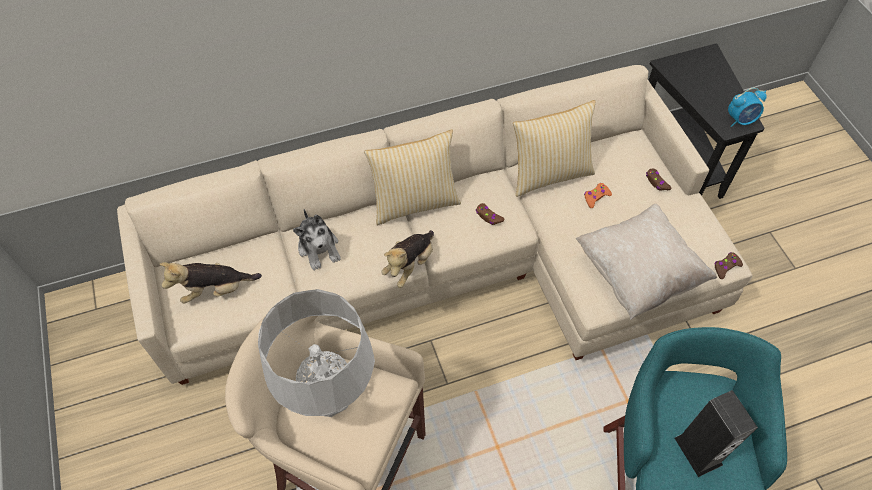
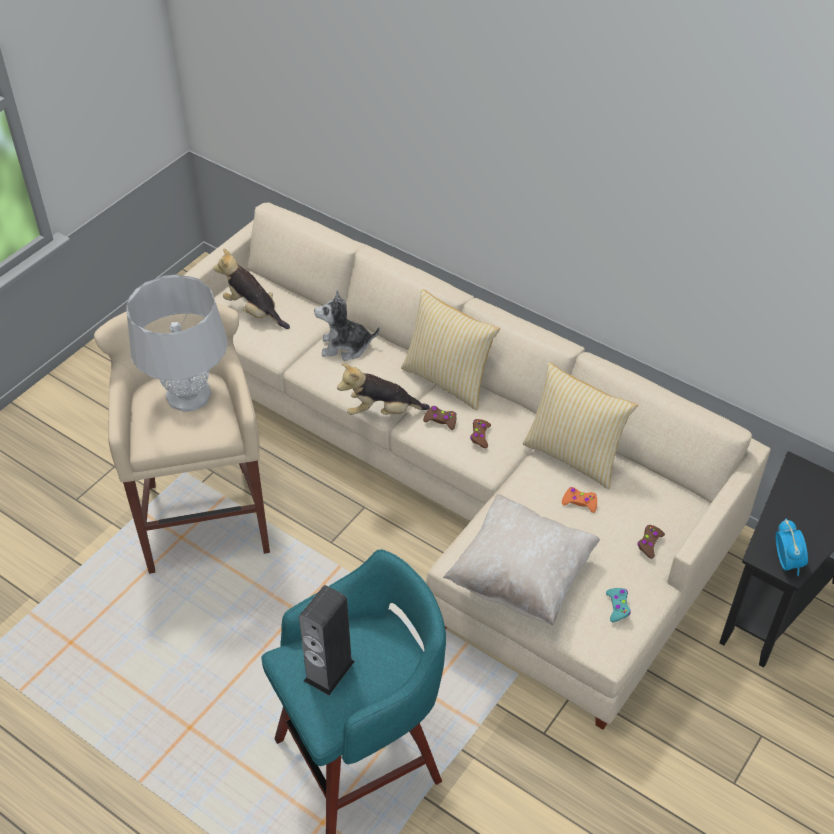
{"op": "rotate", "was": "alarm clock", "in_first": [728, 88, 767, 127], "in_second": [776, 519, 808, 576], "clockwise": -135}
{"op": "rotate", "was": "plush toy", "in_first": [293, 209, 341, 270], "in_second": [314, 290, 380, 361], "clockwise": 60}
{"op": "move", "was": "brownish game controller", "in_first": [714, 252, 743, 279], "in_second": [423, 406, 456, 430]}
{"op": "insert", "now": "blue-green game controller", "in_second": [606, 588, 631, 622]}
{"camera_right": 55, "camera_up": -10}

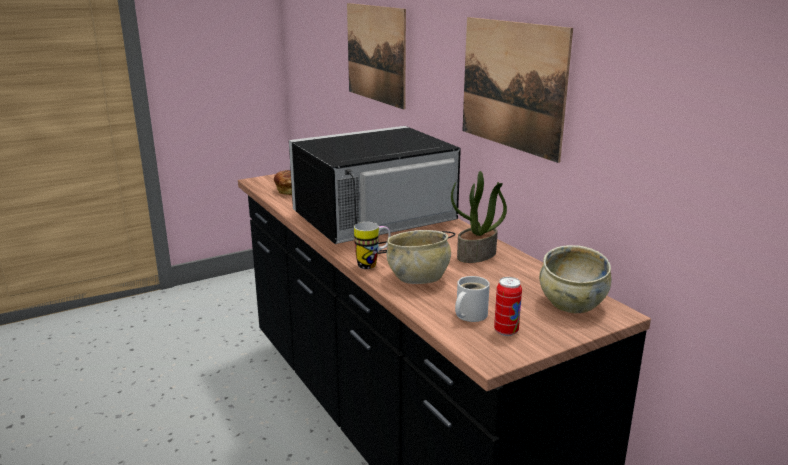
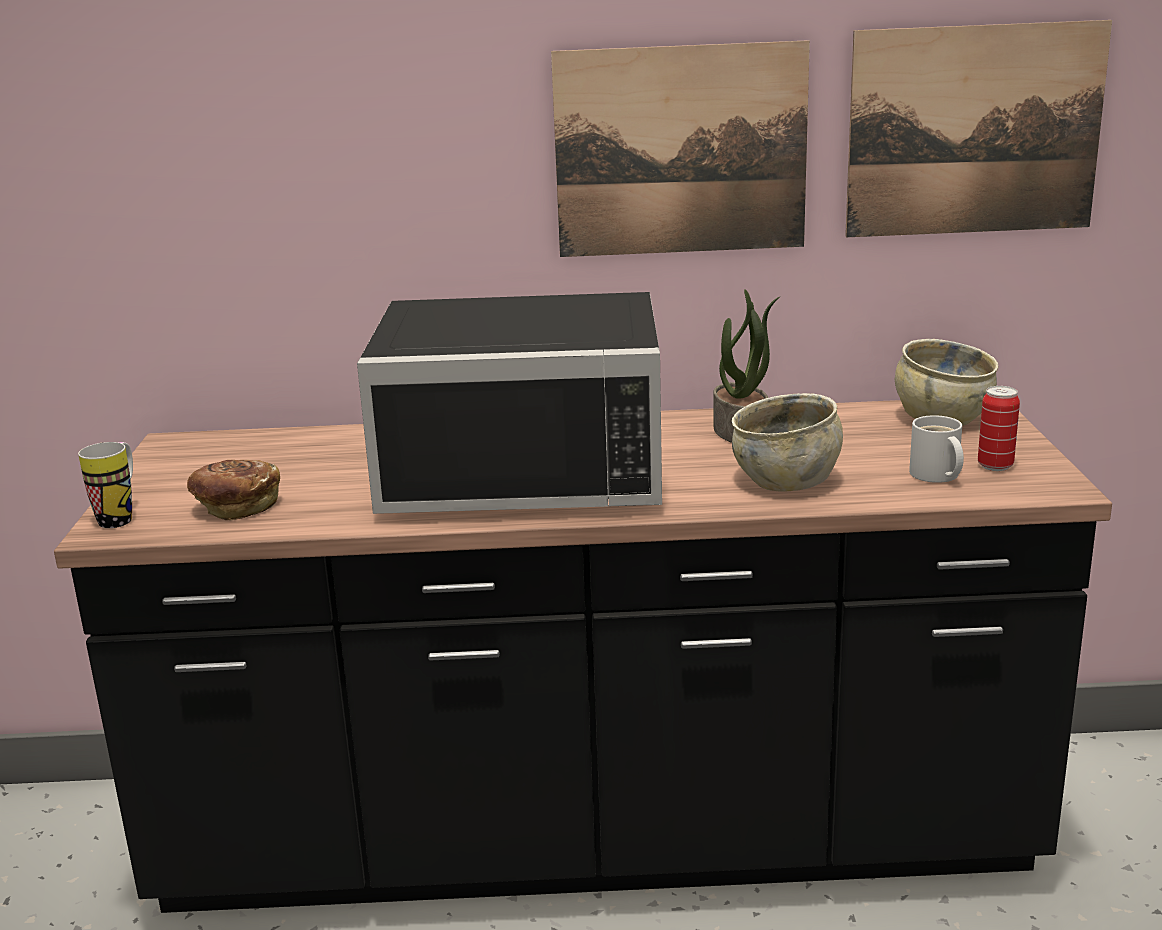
{"op": "move", "was": "picture", "in_first": [347, 3, 406, 110], "in_second": [845, 20, 1112, 237]}
{"op": "rotate", "was": "black microwave oven", "in_first": [289, 126, 461, 254], "in_second": [357, 292, 662, 514], "clockwise": -90}
{"op": "move", "was": "coffee mug", "in_first": [354, 222, 391, 269], "in_second": [78, 442, 133, 528]}
{"camera_right": -60, "camera_up": 0}

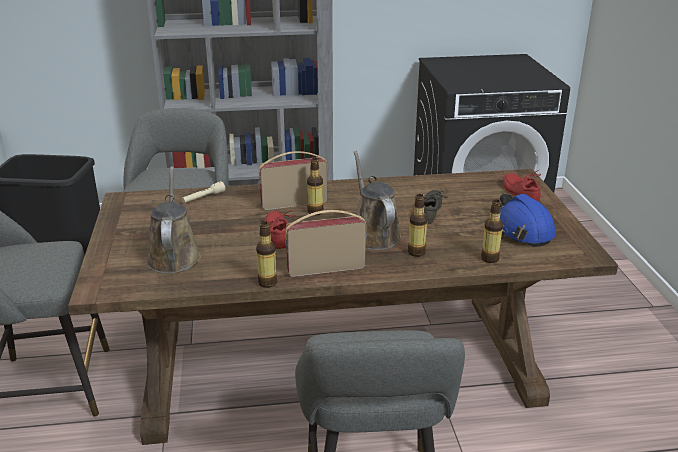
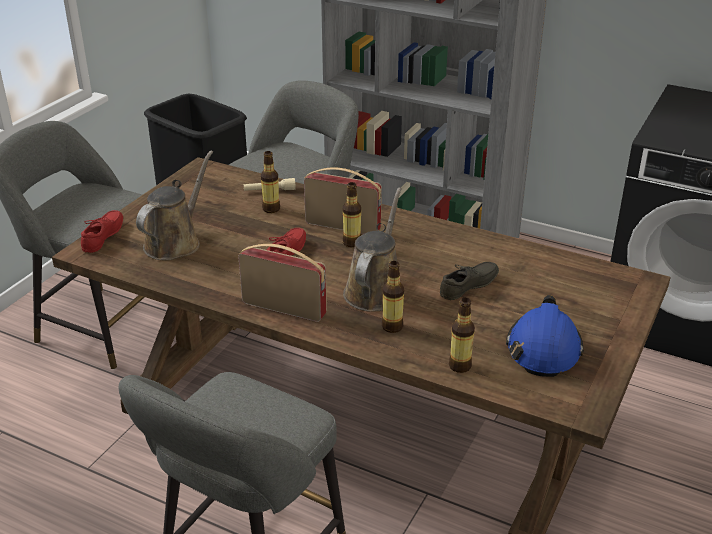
{"op": "move", "was": "reddish item of footwear", "in_first": [503, 170, 541, 202], "in_second": [81, 210, 123, 253]}
{"op": "move", "was": "bottle", "in_first": [256, 221, 277, 288], "in_second": [261, 151, 280, 213]}
{"camera_right": 35, "camera_up": 5}

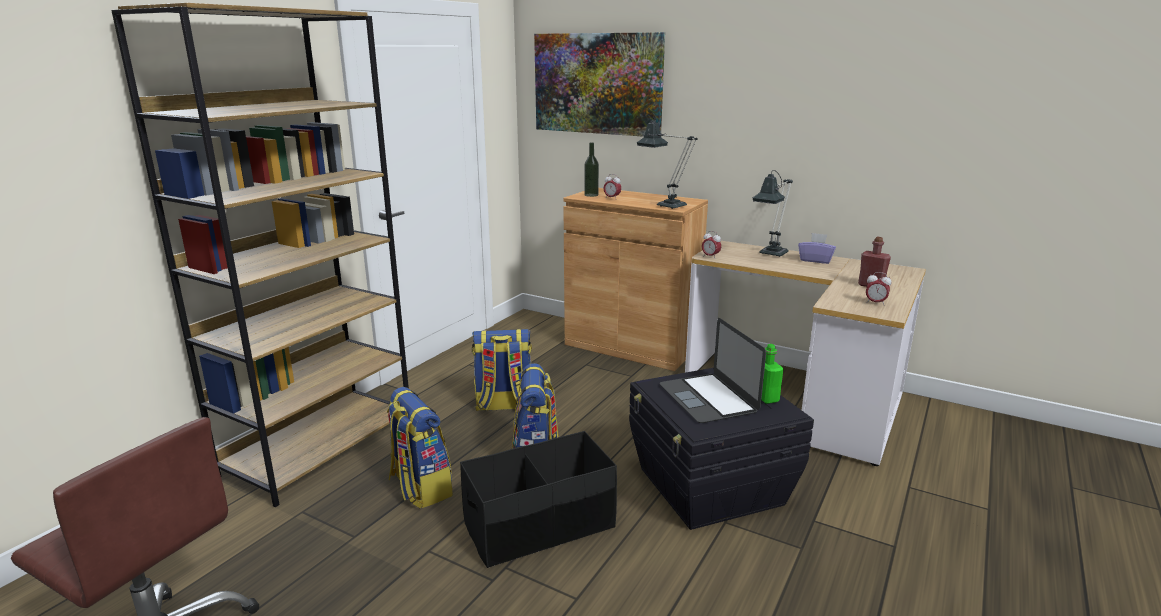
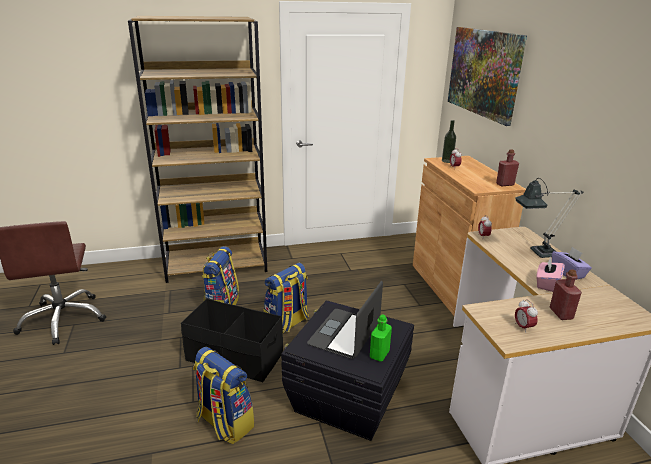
{"op": "delete", "was": "tabletop lamp", "in_first": [637, 117, 698, 209]}
{"op": "move", "was": "backpack", "in_first": [472, 329, 532, 411], "in_second": [193, 347, 254, 444]}
{"op": "insert", "now": "reddish bottle", "in_second": [496, 149, 519, 186]}
{"op": "insert", "now": "pinkish tissue box", "in_second": [536, 257, 564, 292]}
{"camera_right": 45, "camera_up": 5}

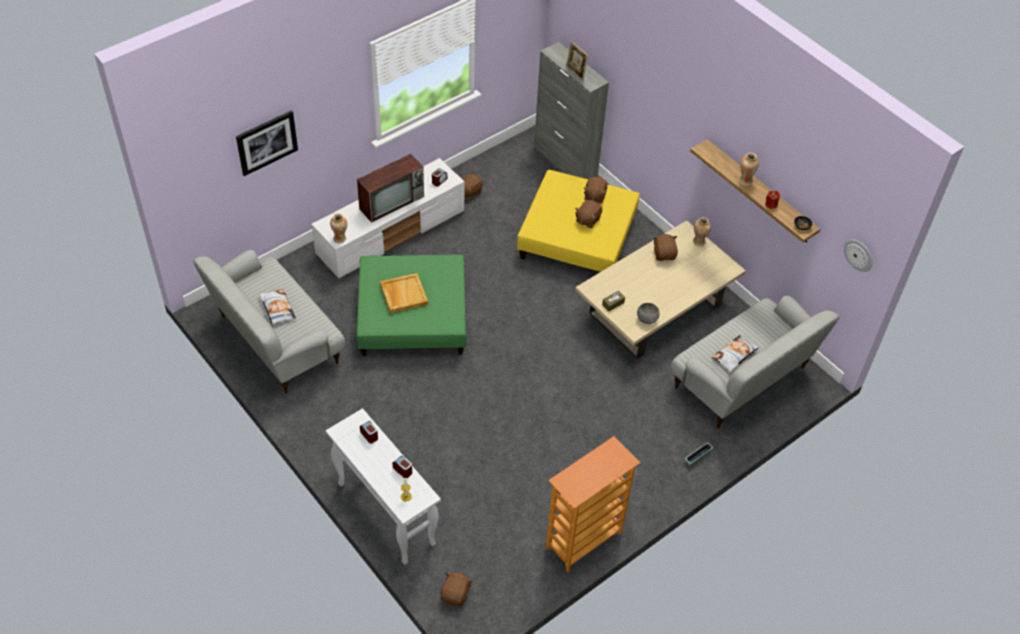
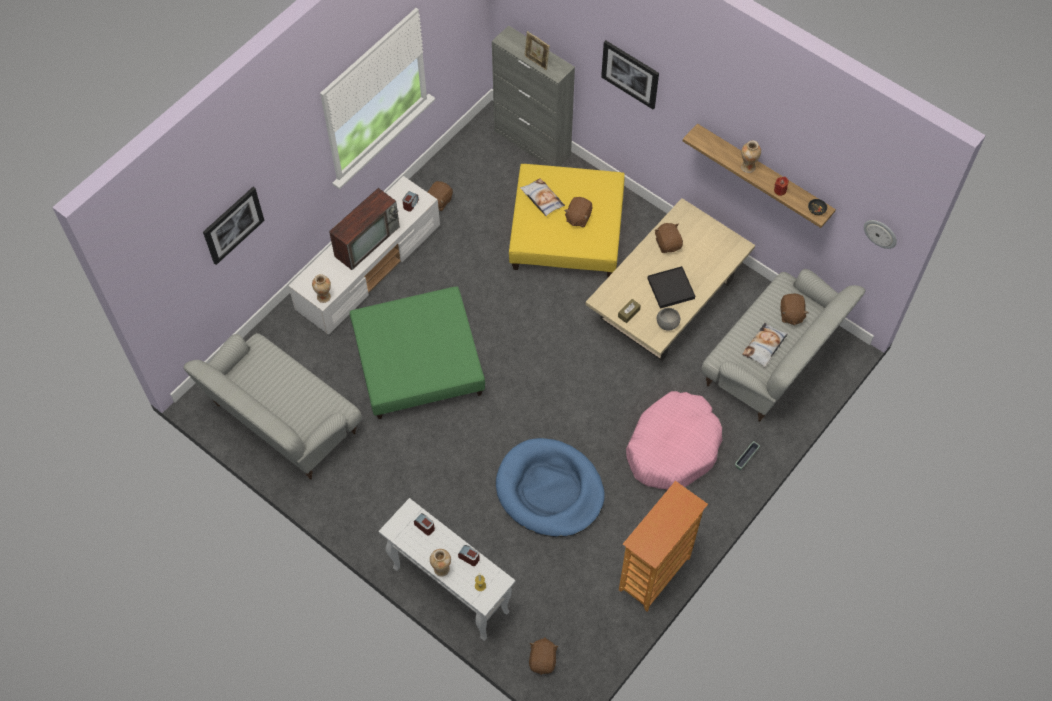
{"op": "move", "was": "brownish plush toy", "in_first": [583, 177, 607, 204], "in_second": [781, 293, 808, 325]}
{"op": "move", "was": "vase", "in_first": [693, 217, 711, 246], "in_second": [430, 549, 451, 576]}
{"op": "delete", "was": "beige carrying tray", "in_first": [380, 273, 428, 314]}
{"op": "move", "was": "pillow", "in_first": [259, 289, 296, 325], "in_second": [520, 178, 565, 216]}
{"op": "insert", "now": "picture", "in_second": [601, 40, 659, 109]}
{"op": "insert", "now": "black carrying tray", "in_second": [647, 266, 695, 309]}
{"op": "insert", "now": "pinkish dog bed", "in_second": [626, 391, 722, 490]}
{"op": "insert", "now": "blue dog bed", "in_second": [496, 438, 605, 537]}
{"camera_right": -10, "camera_up": 10}

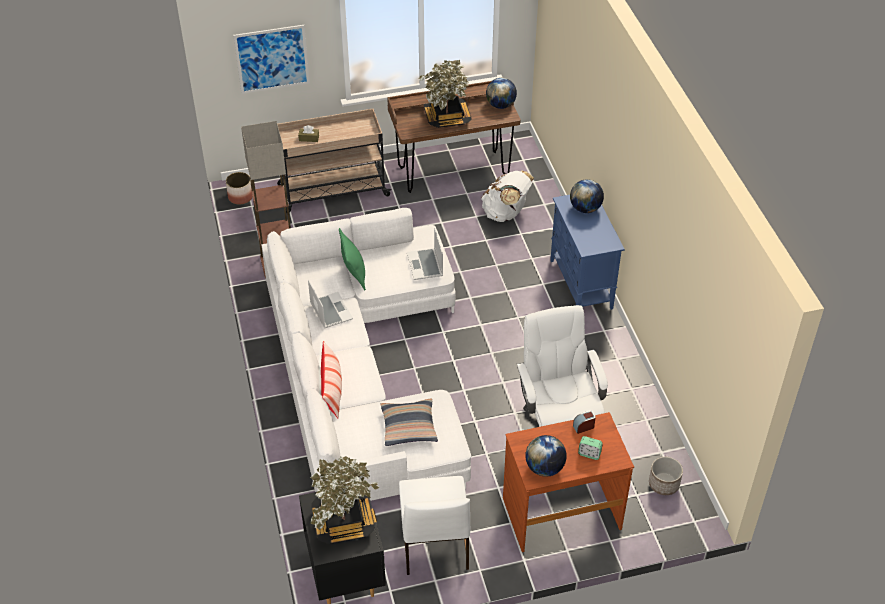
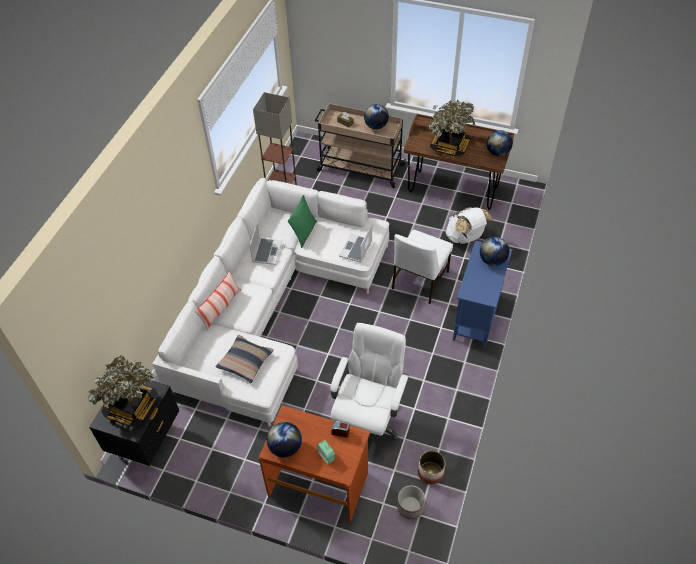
{"op": "delete", "was": "picture", "in_first": [233, 25, 310, 94]}
{"op": "move", "was": "plant pot", "in_first": [226, 172, 253, 204], "in_second": [418, 451, 445, 485]}
{"op": "move", "was": "whitish plain chair", "in_first": [399, 476, 470, 575], "in_second": [392, 230, 453, 304]}
{"op": "insert", "now": "globe", "in_second": [364, 104, 389, 129]}
{"camera_right": 35, "camera_up": 5}

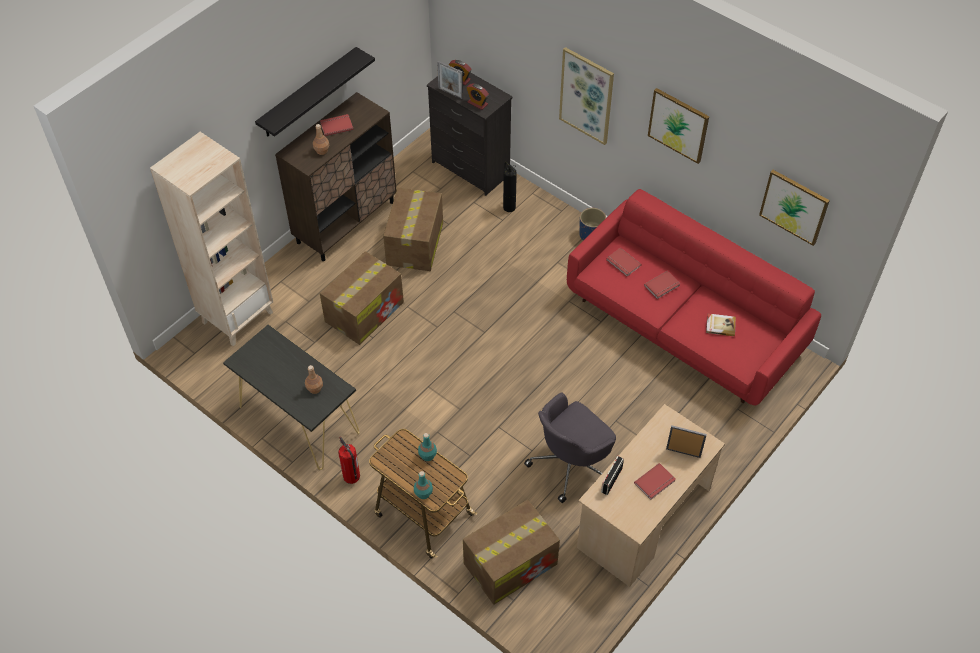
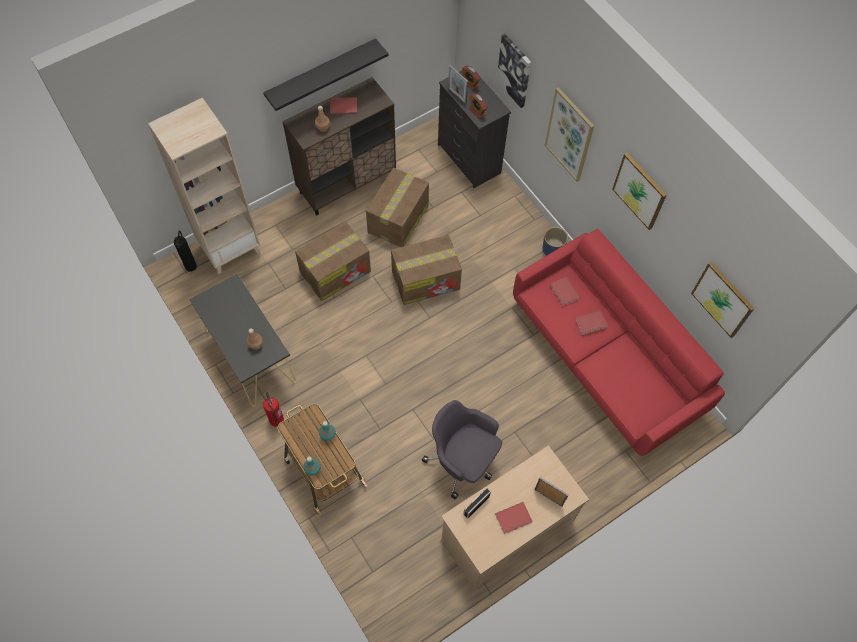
{"op": "move", "was": "fire-fighting cylinder", "in_first": [503, 162, 517, 212], "in_second": [174, 230, 197, 272]}
{"op": "delete", "was": "book", "in_first": [706, 313, 736, 336]}
{"op": "rotate", "was": "gray office chair", "in_first": [524, 393, 616, 503], "in_second": [422, 400, 502, 499], "clockwise": 60}
{"op": "move", "was": "carton", "in_first": [463, 499, 560, 605], "in_second": [391, 235, 462, 305]}
{"op": "insert", "now": "picture", "in_second": [496, 34, 531, 108]}
{"camera_right": 15, "camera_up": 10}

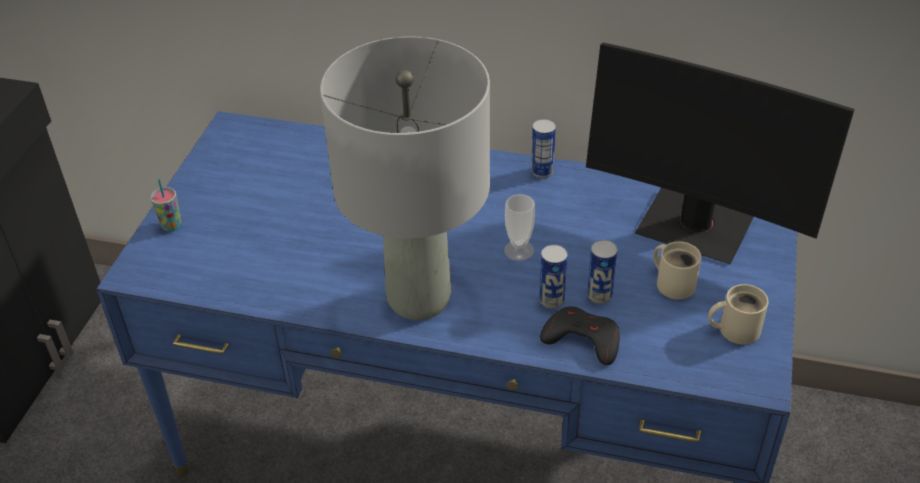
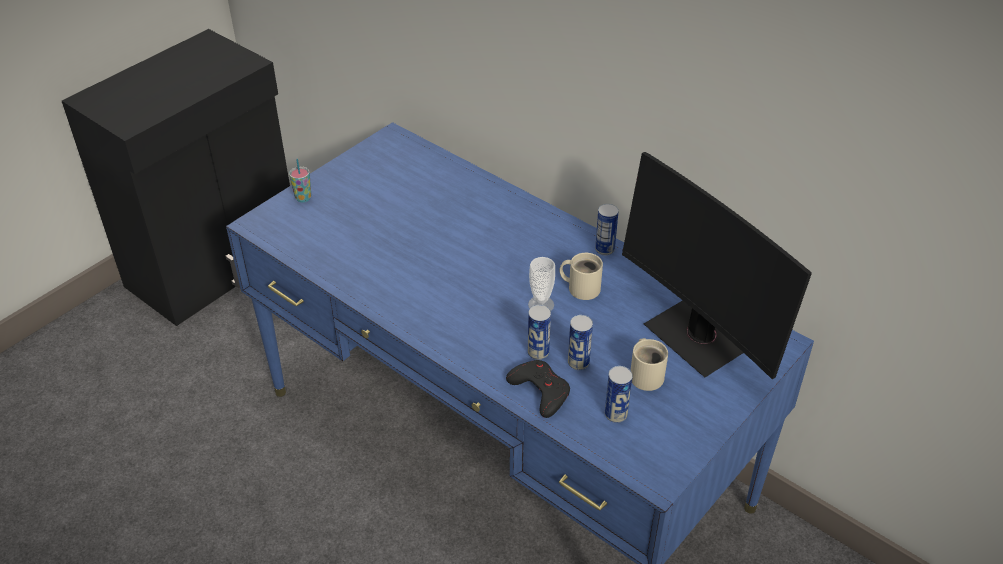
{"op": "delete", "was": "gray tabletop lamp", "in_first": [320, 36, 490, 320]}
{"op": "move", "was": "beige coffee mug", "in_first": [708, 284, 768, 345], "in_second": [559, 253, 603, 300]}
{"op": "insert", "now": "metal can", "in_second": [605, 366, 633, 423]}
{"camera_right": 25, "camera_up": 0}

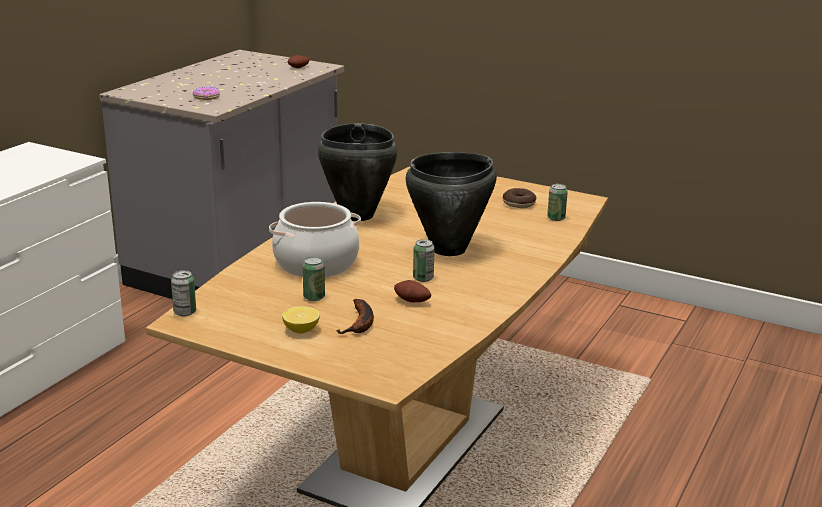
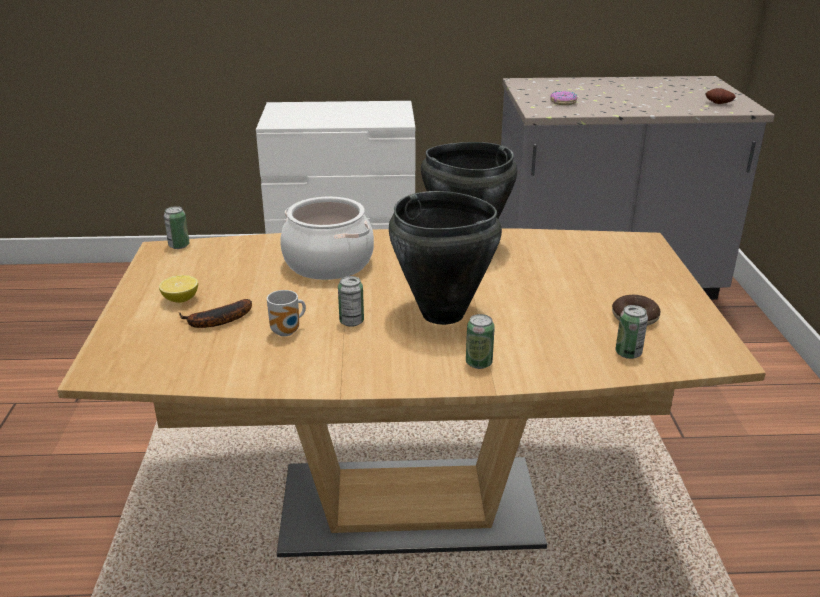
{"op": "move", "was": "metal can", "in_first": [303, 257, 325, 301], "in_second": [466, 314, 495, 369]}
{"op": "replace", "was": "potato", "now": "coffee mug", "in_first": [394, 280, 431, 302], "in_second": [267, 290, 306, 336]}
{"camera_right": 60, "camera_up": 5}

